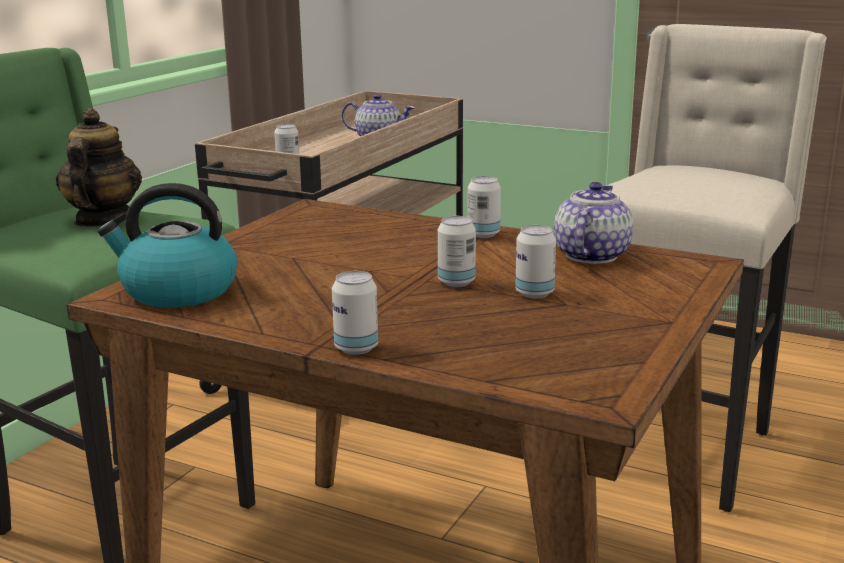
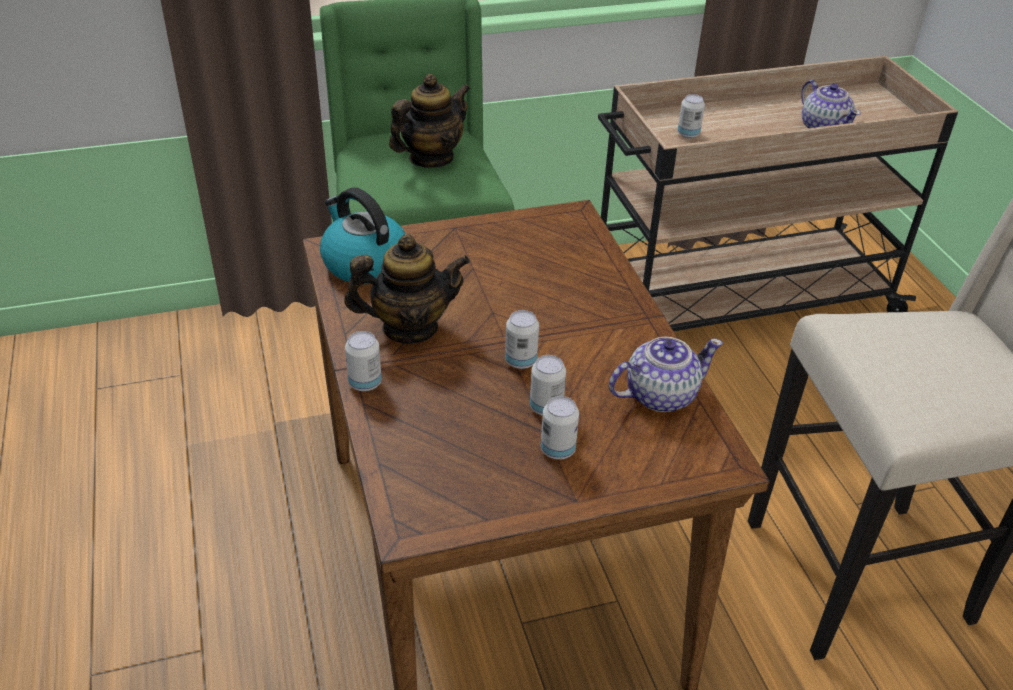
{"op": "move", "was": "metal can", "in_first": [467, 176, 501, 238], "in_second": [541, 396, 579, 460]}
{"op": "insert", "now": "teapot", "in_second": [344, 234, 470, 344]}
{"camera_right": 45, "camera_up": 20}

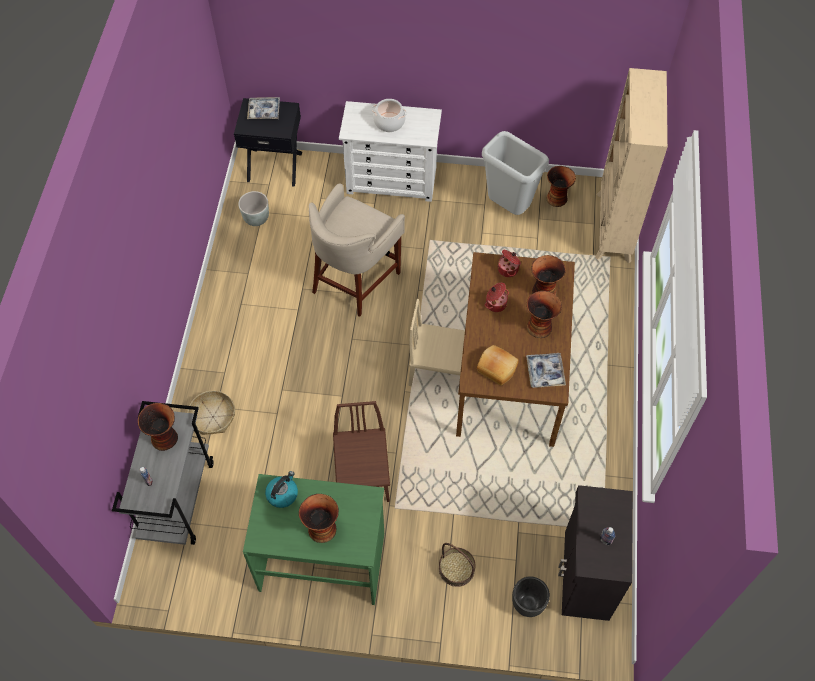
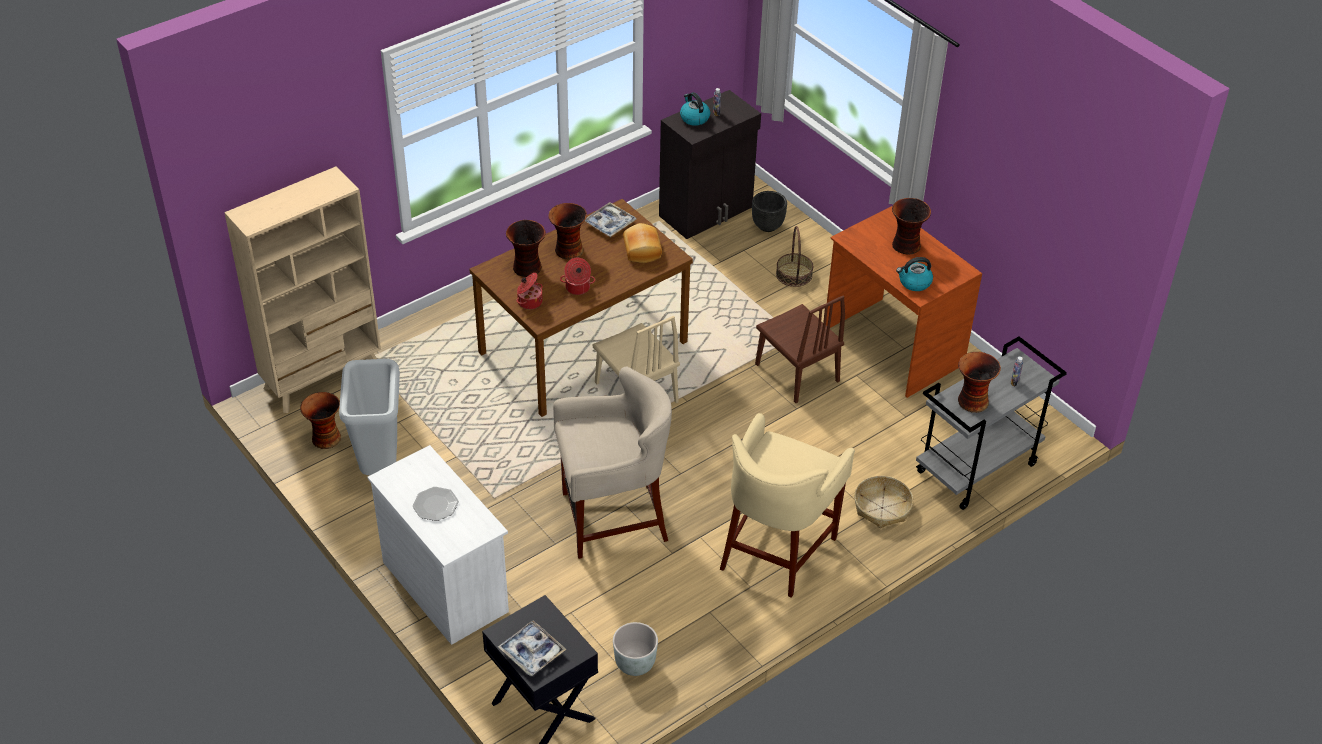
{"op": "replace", "was": "saucepot", "now": "plate", "in_first": [372, 99, 407, 132], "in_second": [413, 487, 459, 521]}
{"op": "rotate", "was": "brownish plain chair", "in_first": [333, 401, 390, 502], "in_second": [755, 296, 845, 403], "clockwise": -75}
{"op": "recolor", "was": "green-coloured desk unit", "now": "brownish desk unit", "in_first": [243, 474, 384, 605], "in_second": [826, 206, 982, 398]}
{"op": "insert", "now": "tea kettle", "in_second": [680, 92, 710, 126]}
{"op": "insert", "now": "beige sitting stool", "in_second": [720, 413, 855, 598]}
{"camera_right": -135, "camera_up": -15}

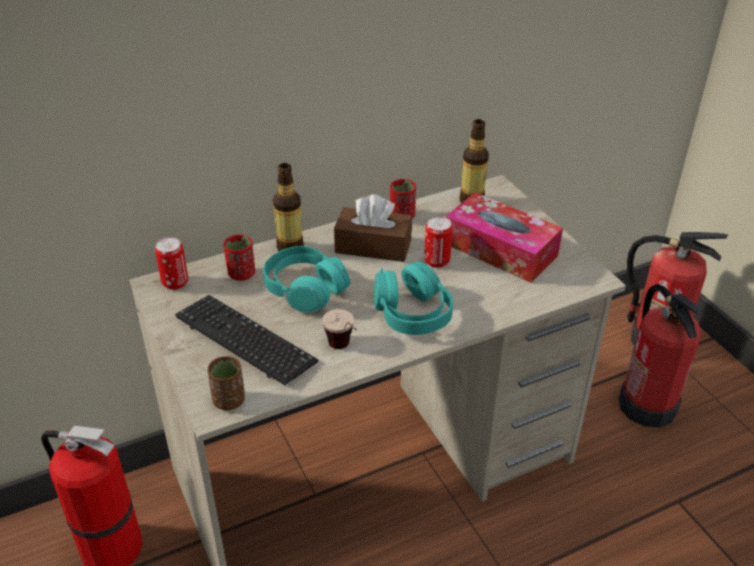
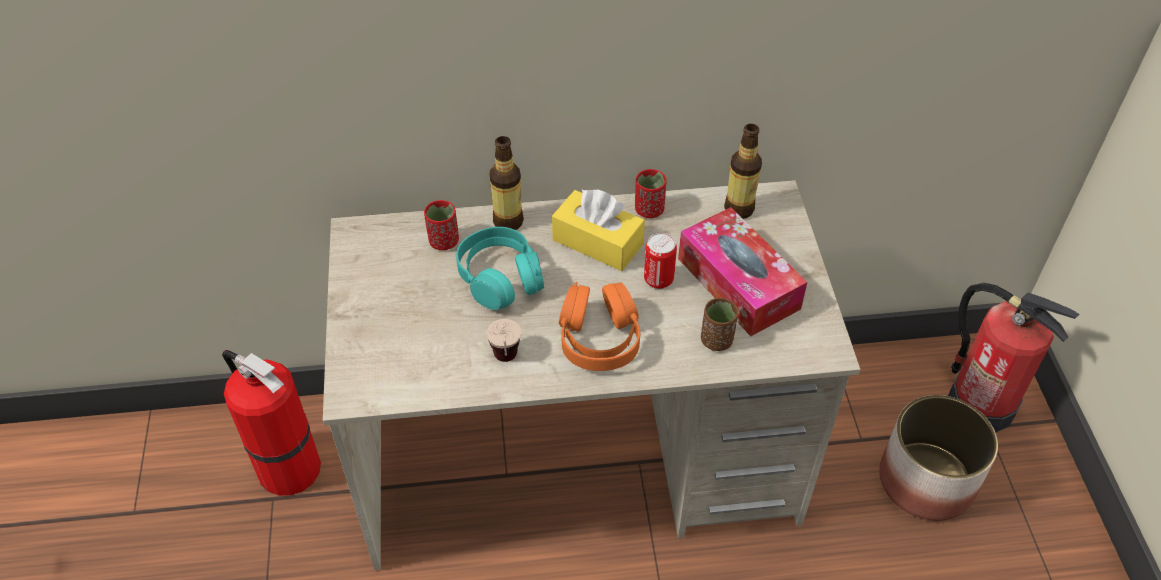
{"op": "recolor", "was": "brownish tissue box", "now": "yellow tissue box", "in_first": [334, 194, 412, 262], "in_second": [552, 190, 645, 271]}
{"op": "delete", "was": "metal can", "in_first": [155, 237, 188, 290]}
{"op": "recolor", "was": "blue-green headset", "now": "orange-coloured headset", "in_first": [374, 262, 453, 335], "in_second": [559, 282, 640, 371]}
{"op": "replace", "was": "fire-fighting cylinder", "now": "plant pot", "in_first": [619, 284, 703, 428], "in_second": [879, 395, 998, 521]}
{"op": "delete", "was": "PC keyboard", "in_first": [175, 295, 318, 385]}
{"op": "move", "was": "brownish small cup", "in_first": [208, 356, 245, 410], "in_second": [701, 298, 738, 351]}
{"camera_right": 20, "camera_up": 10}

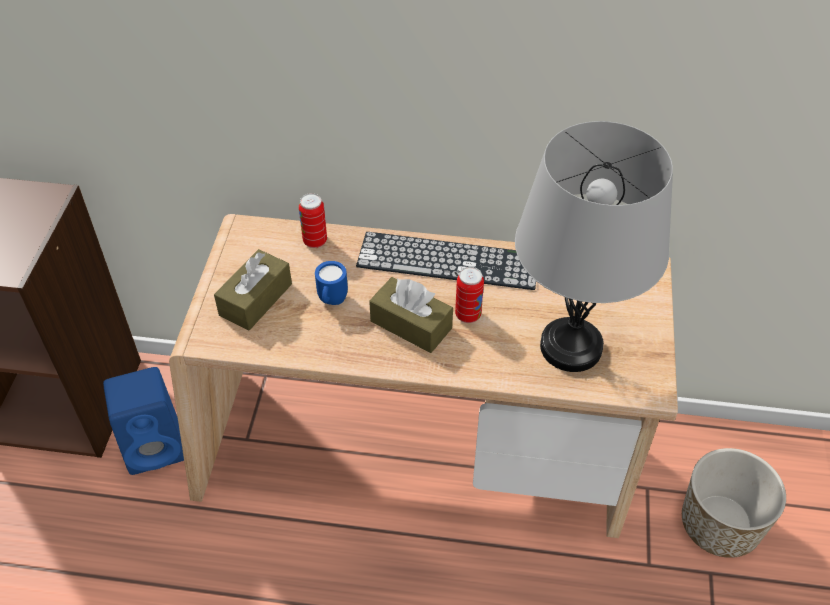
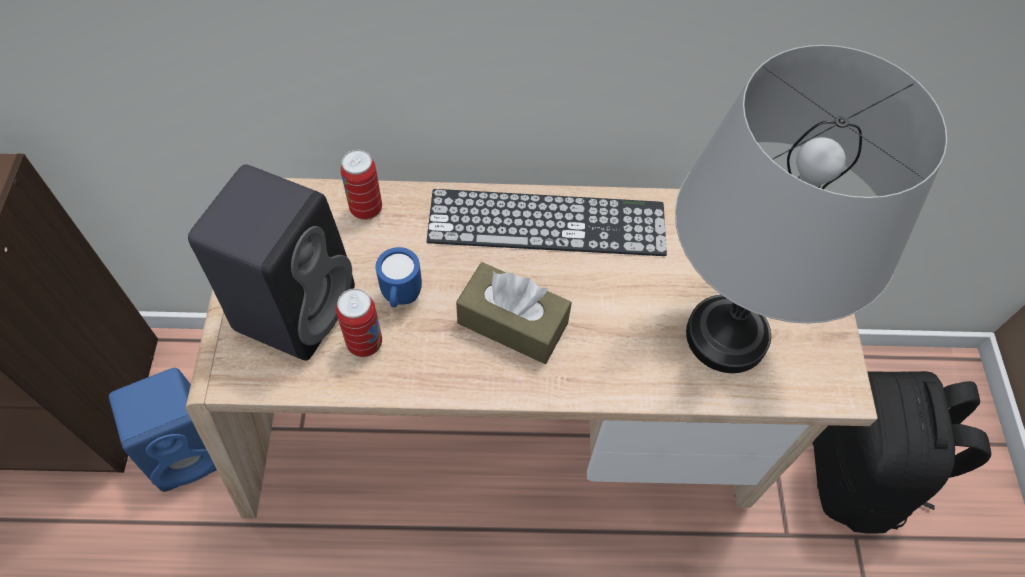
{"op": "replace", "was": "brownish tissue box", "now": "black speaker", "in_first": [214, 249, 292, 330], "in_second": [188, 164, 355, 361]}
{"op": "move", "was": "metal can", "in_first": [455, 267, 484, 323], "in_second": [336, 288, 382, 357]}
{"op": "replace", "was": "plant pot", "now": "black backpack", "in_first": [682, 448, 786, 558], "in_second": [813, 371, 991, 534]}
{"camera_right": -10, "camera_up": 10}

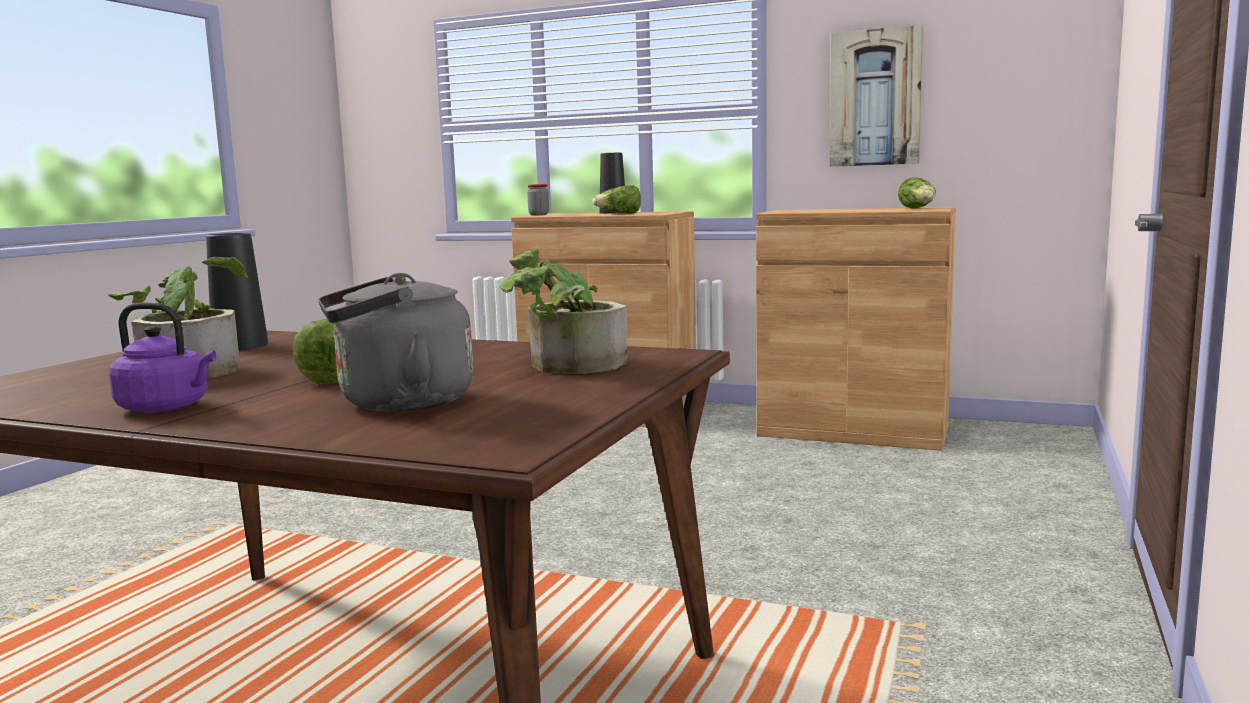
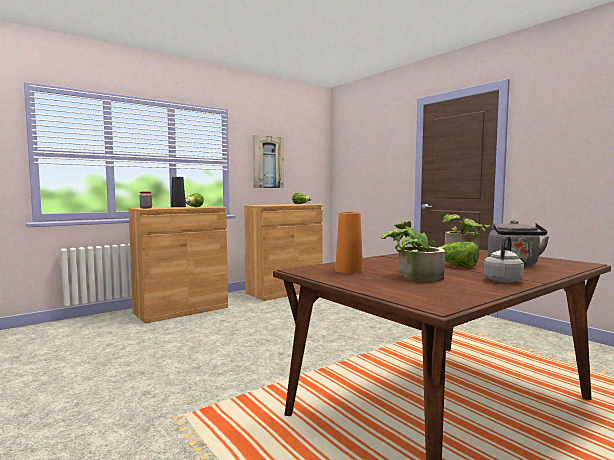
{"op": "recolor", "was": "black vase", "now": "orange-coloured vase", "in_first": [206, 233, 268, 350], "in_second": [335, 212, 363, 273]}
{"op": "recolor", "was": "purple-coloured tea kettle", "now": "gray tea kettle", "in_first": [109, 303, 216, 413], "in_second": [483, 236, 524, 283]}
{"camera_right": -60, "camera_up": -5}

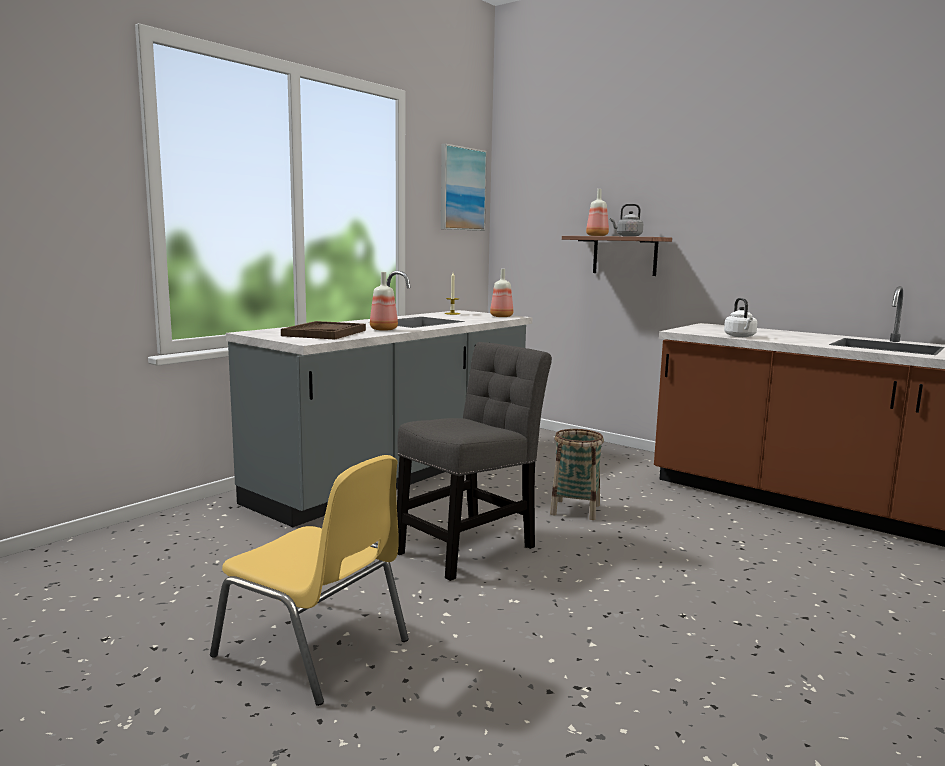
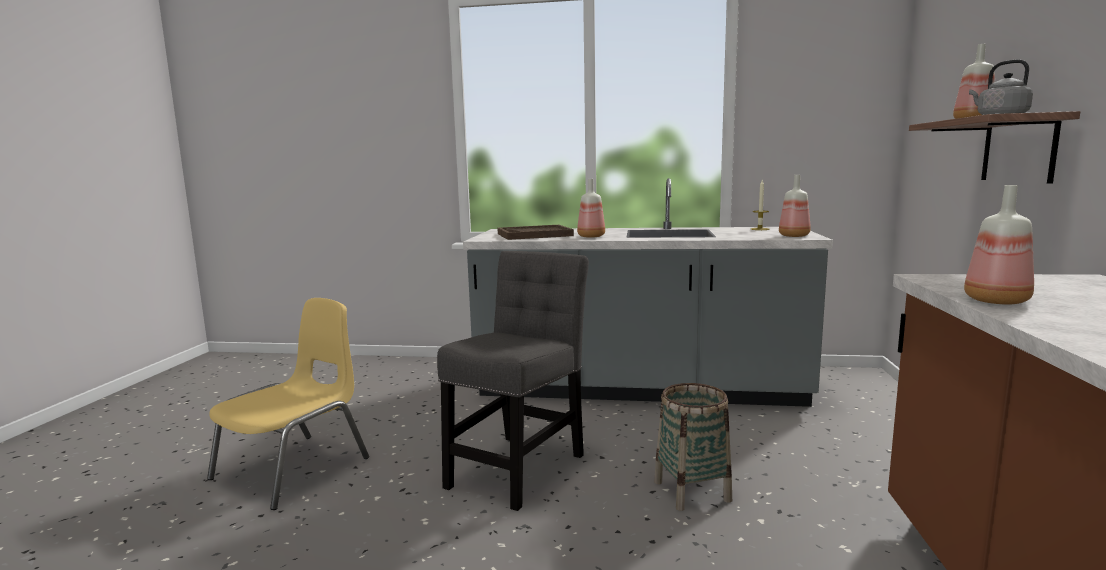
{"op": "delete", "was": "picture", "in_first": [441, 144, 487, 231]}
{"op": "replace", "was": "whitish tea kettle", "now": "bottle", "in_first": [724, 298, 757, 337], "in_second": [964, 185, 1034, 304]}
{"op": "rotate", "was": "gray plain chair", "in_first": [397, 342, 552, 581], "in_second": [437, 251, 589, 511], "clockwise": -75}
{"op": "rotate", "was": "yellow plain chair", "in_first": [210, 455, 409, 706], "in_second": [207, 298, 369, 510], "clockwise": -150}
{"camera_right": 60, "camera_up": 0}

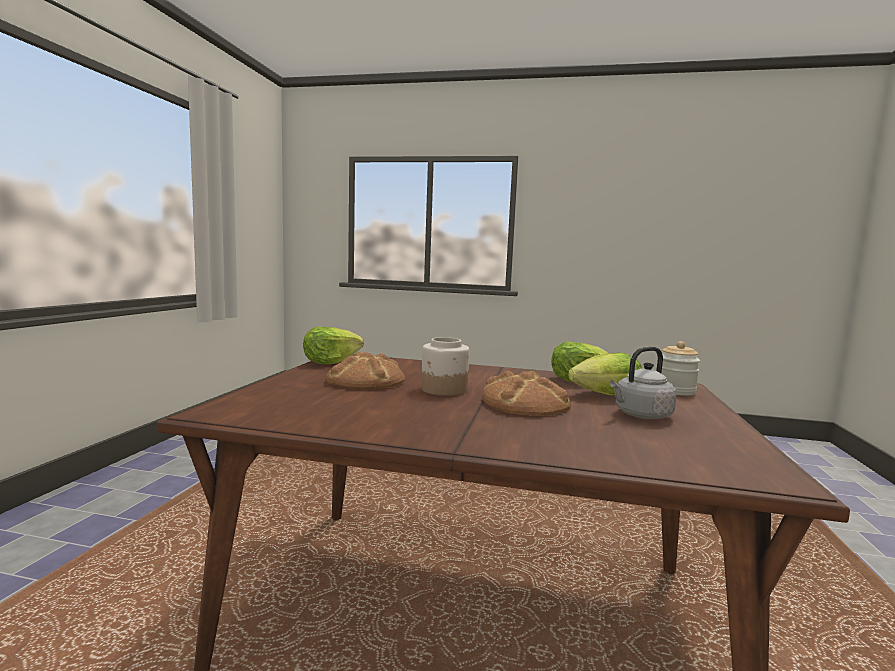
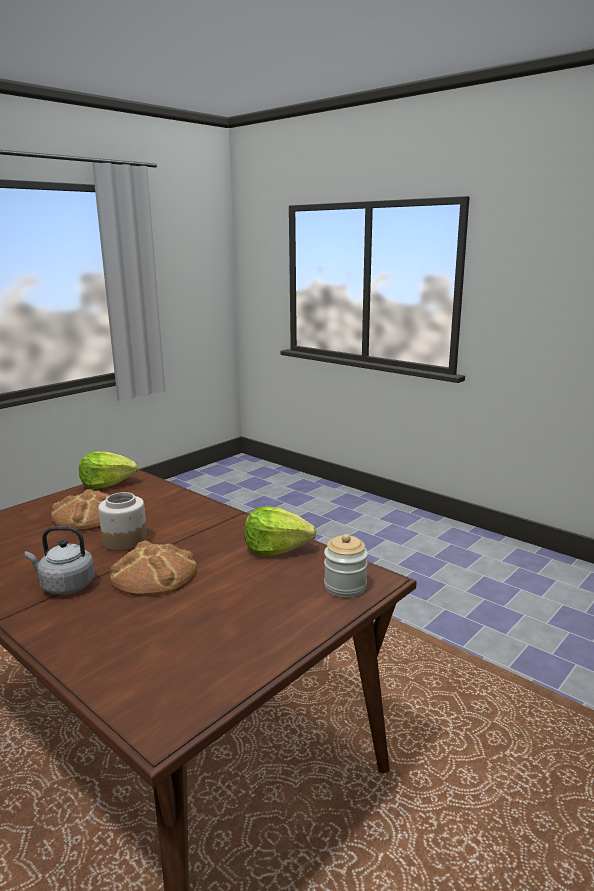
{"op": "move", "was": "gray tea kettle", "in_first": [609, 347, 677, 419], "in_second": [25, 526, 95, 595]}
{"op": "delete", "was": "head of lettuce", "in_first": [568, 352, 642, 396]}
{"camera_right": 30, "camera_up": 10}

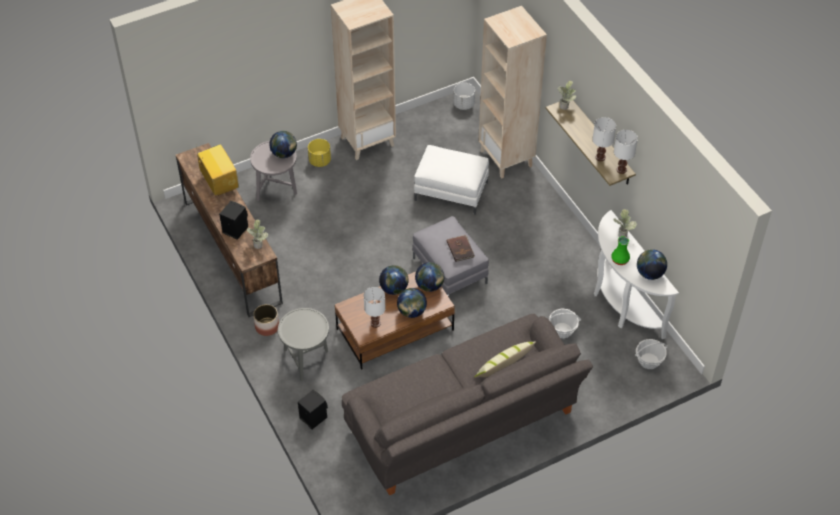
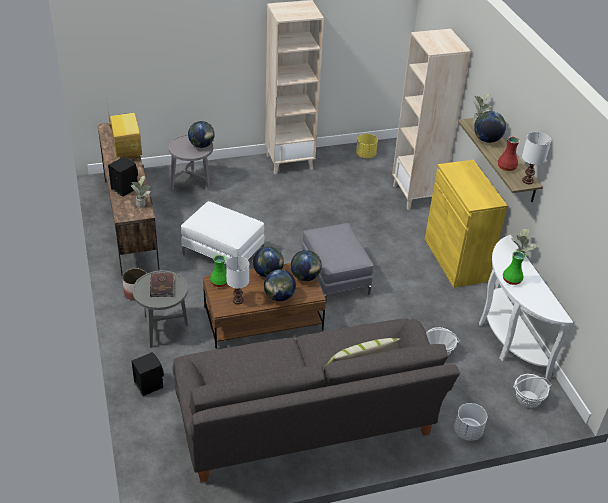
{"op": "move", "was": "whitish plant pot", "in_first": [453, 83, 475, 110], "in_second": [454, 403, 487, 441]}
{"op": "replace", "was": "whitish tabletop lamp", "now": "reddish vase", "in_first": [592, 117, 616, 161], "in_second": [498, 137, 520, 171]}
{"op": "move", "was": "yellow plant pot", "in_first": [308, 139, 331, 167], "in_second": [356, 134, 378, 158]}
{"op": "move", "was": "whitish ottoman", "in_first": [414, 145, 489, 215], "in_second": [181, 201, 265, 264]}
{"op": "move", "was": "brownish book", "in_first": [447, 235, 475, 262], "in_second": [150, 272, 176, 297]}
{"op": "move", "was": "globe", "in_first": [637, 249, 667, 280], "in_second": [474, 111, 506, 143]}
{"op": "insert", "now": "yellow cupboard", "in_second": [425, 160, 508, 288]}
{"op": "insert", "now": "green-coloured vase", "in_second": [210, 255, 227, 287]}
{"camera_right": 10, "camera_up": -10}

